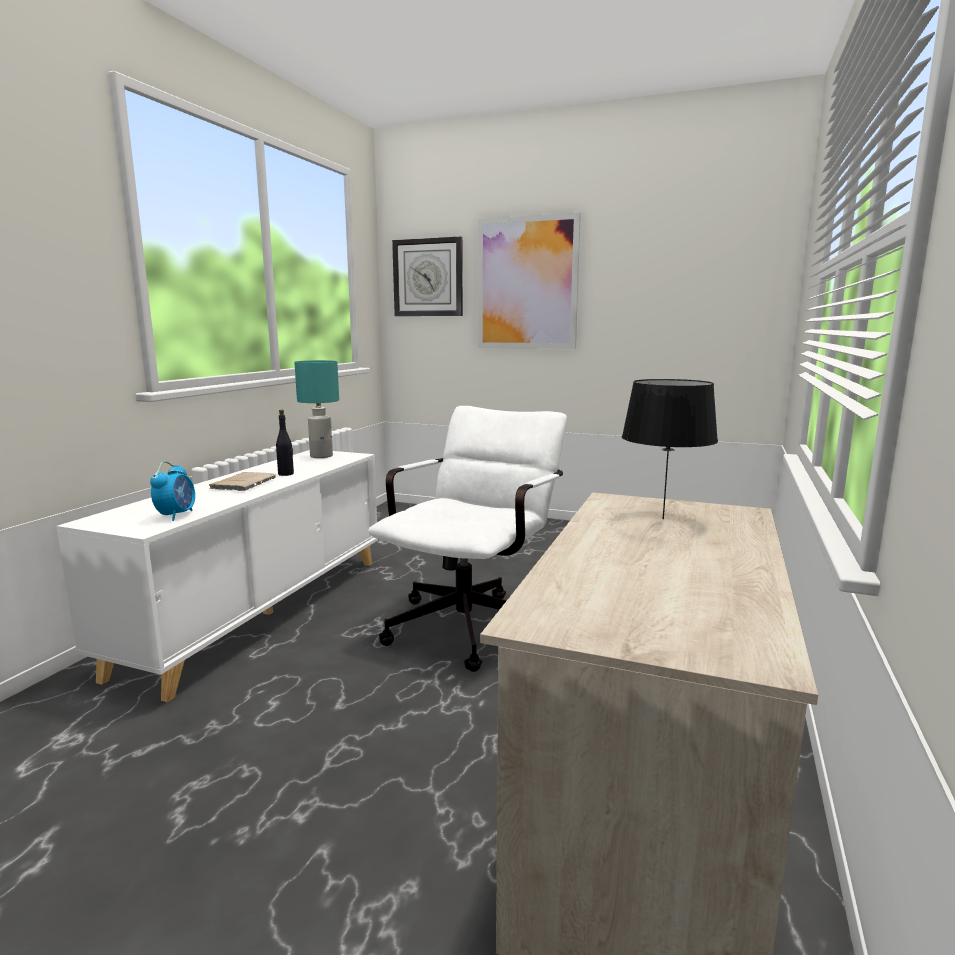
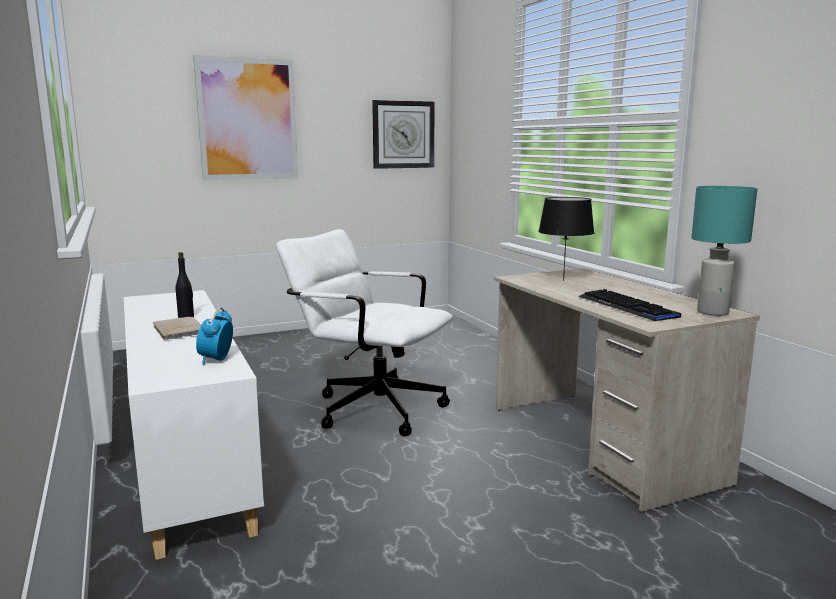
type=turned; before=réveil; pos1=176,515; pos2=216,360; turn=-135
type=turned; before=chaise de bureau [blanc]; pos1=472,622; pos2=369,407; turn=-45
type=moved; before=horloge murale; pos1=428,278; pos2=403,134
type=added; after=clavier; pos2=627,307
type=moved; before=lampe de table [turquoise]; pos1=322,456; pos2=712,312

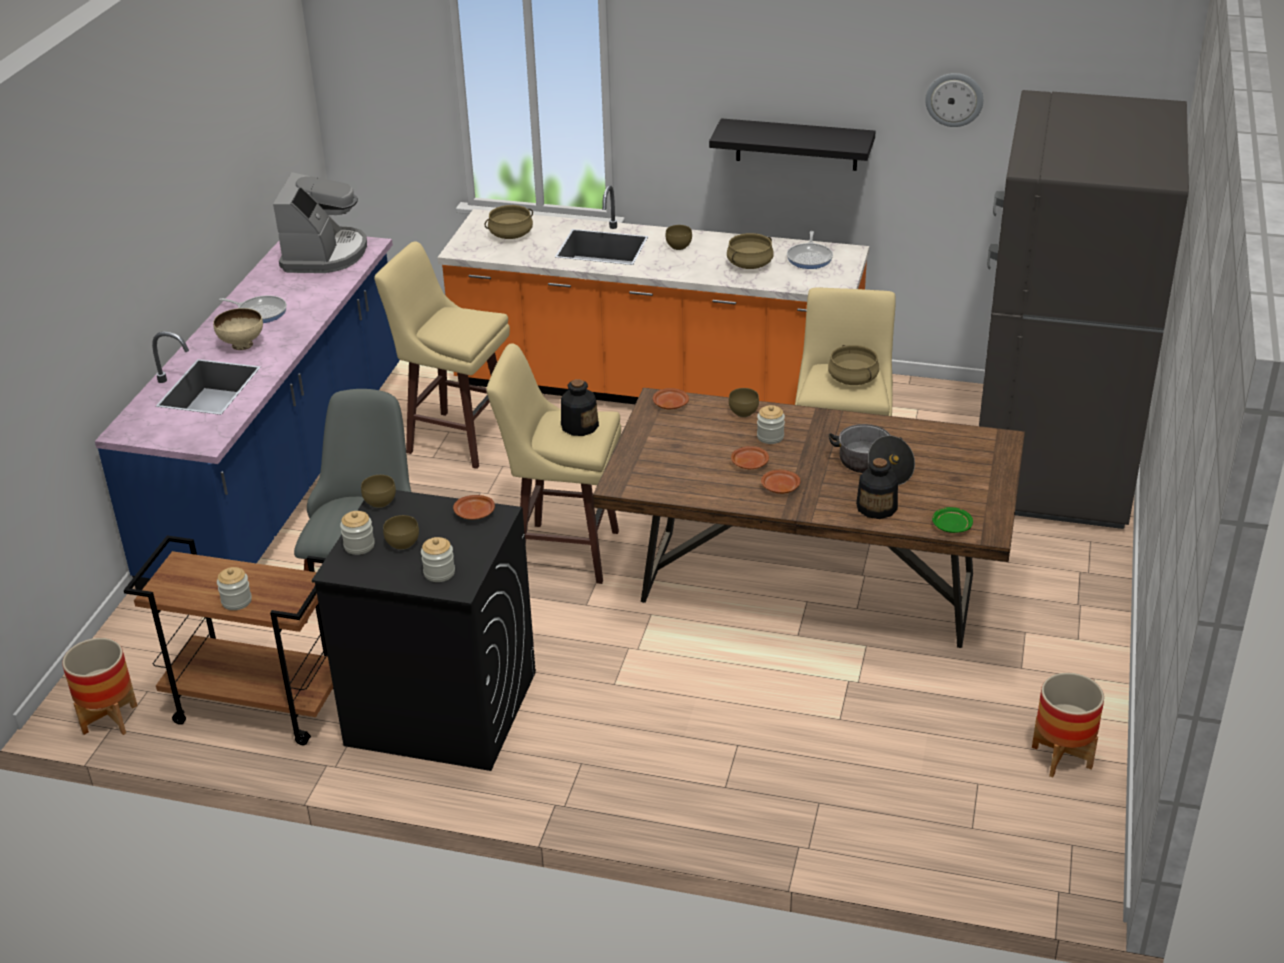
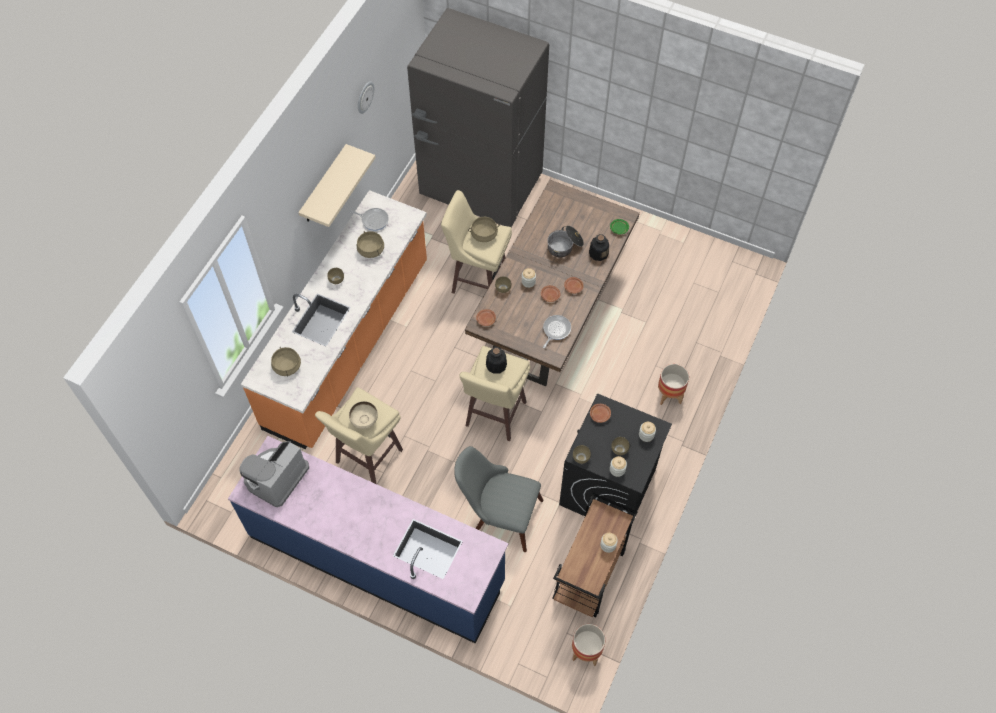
type=turned; before=machine à café; pos1=324,254; pos2=275,477; turn=-75
type=recoloured; before=étagère [noir]; after=étagère [beige]; pos1=796,144; pos2=324,185
type=moved; before=bol [beige]; pos1=241,345; pos2=364,421
type=moved; before=poêle; pos1=260,312; pos2=555,330
type=moved; before=cache-pot; pos1=1061,757; pos2=669,395

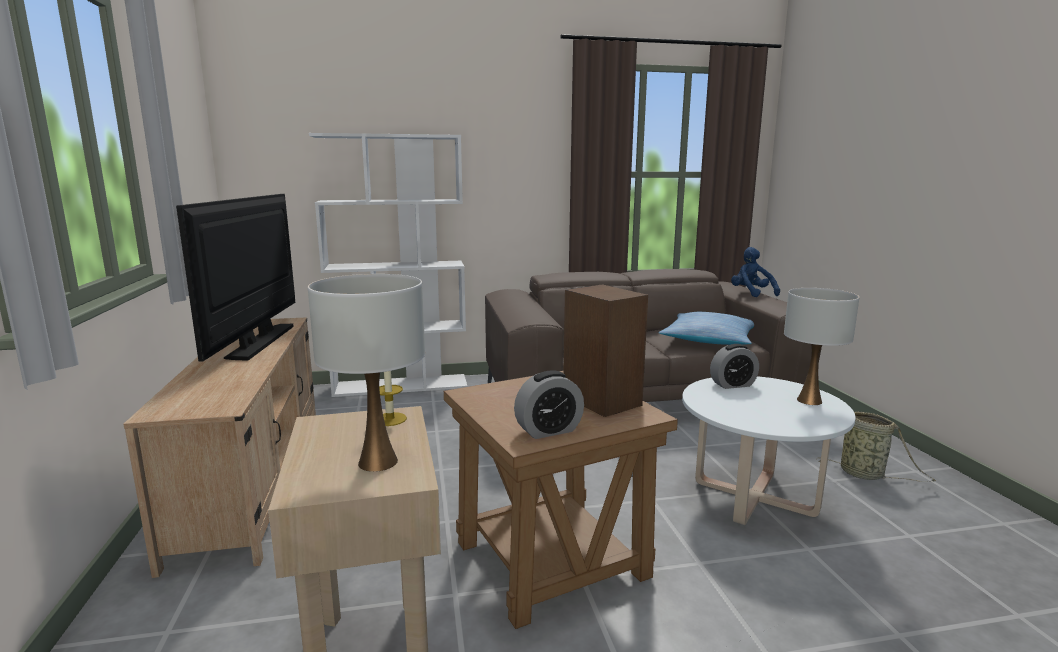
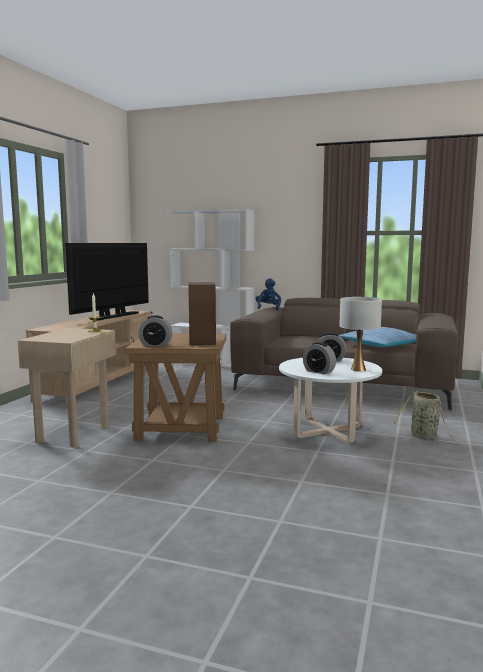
type=moved; before=peluche [bleu]; pos1=751,293; pos2=268,308
type=added; after=réveil; pos2=319,371
type=removed; before=lampe de table [blanc]; pos1=377,462

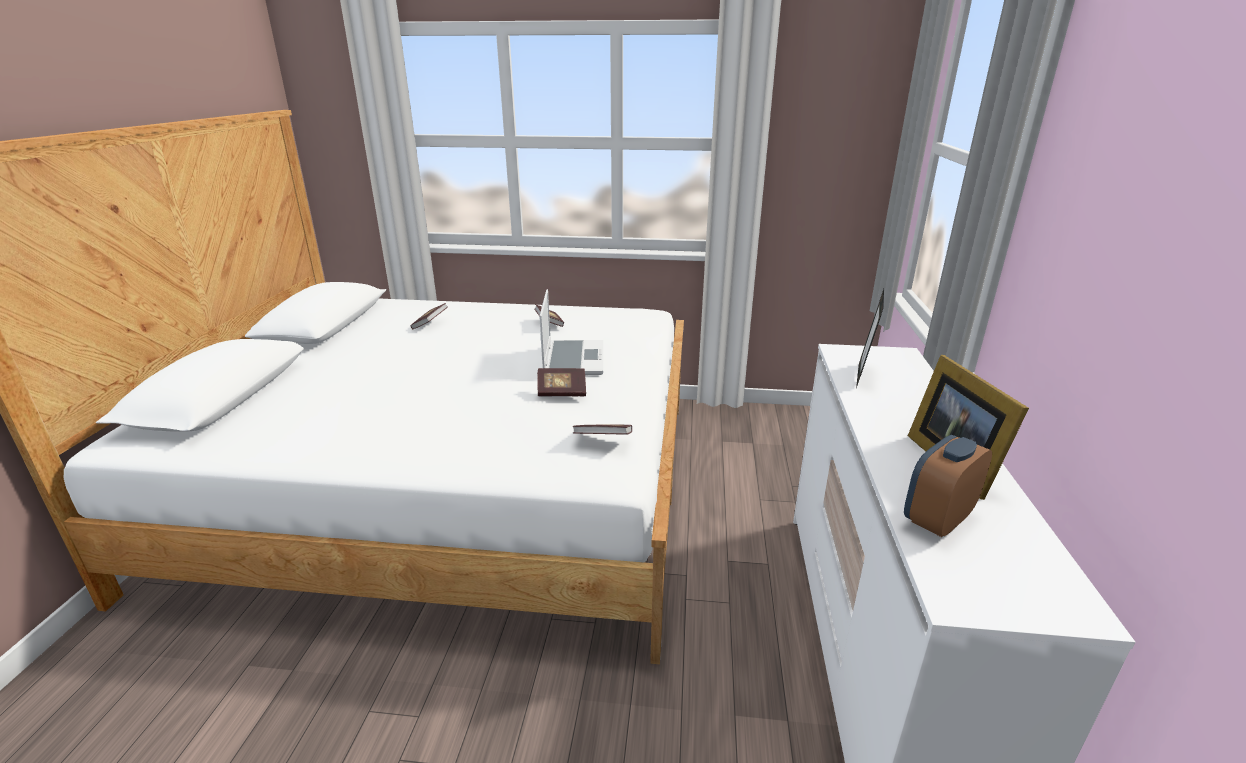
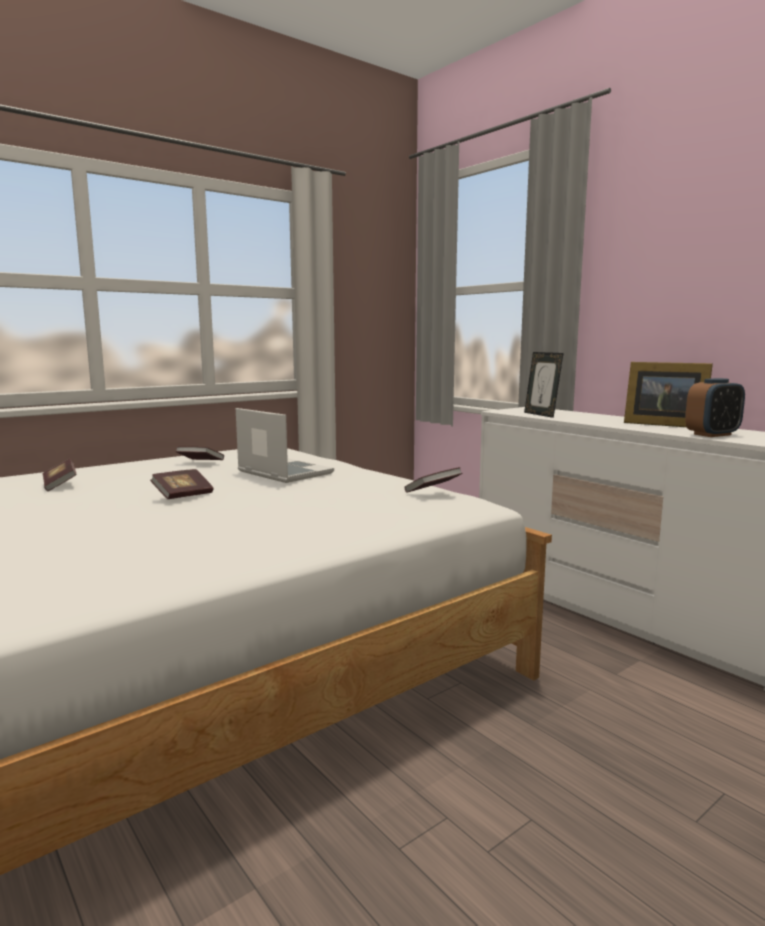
type=moved; before=livre; pos1=562,392; pos2=183,495
type=turned; before=réveil; pos1=937,519; pos2=712,434; turn=-120

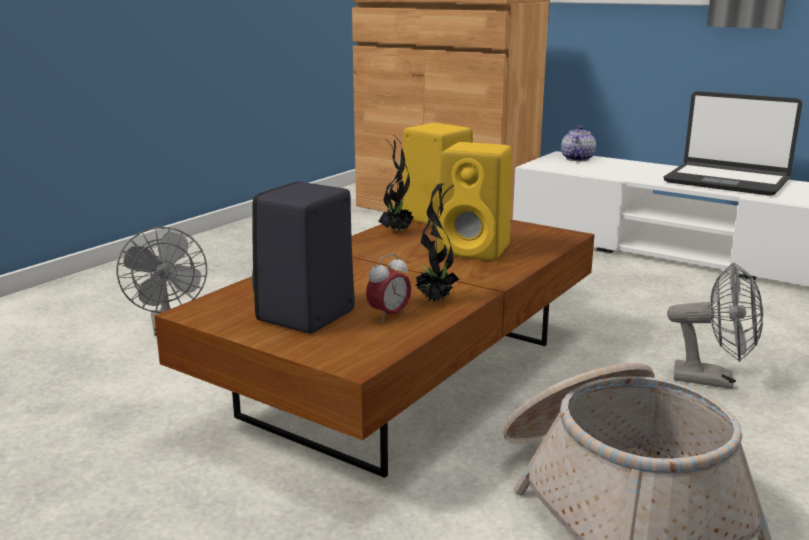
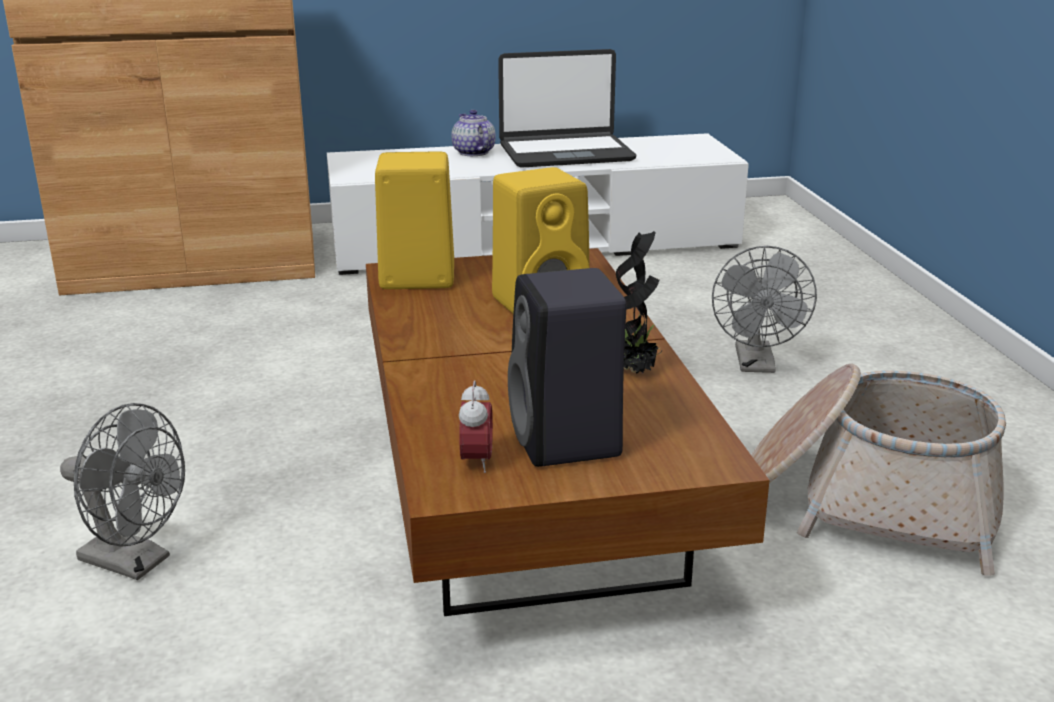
type=moved; before=théière; pos1=577,159; pos2=473,152
type=moved; before=réveil; pos1=389,316; pos2=476,462
type=turned; before=ventilateur [gris]; pos1=713,380; pos2=756,365; turn=120
type=removed; before=plante en pot; pos1=397,231

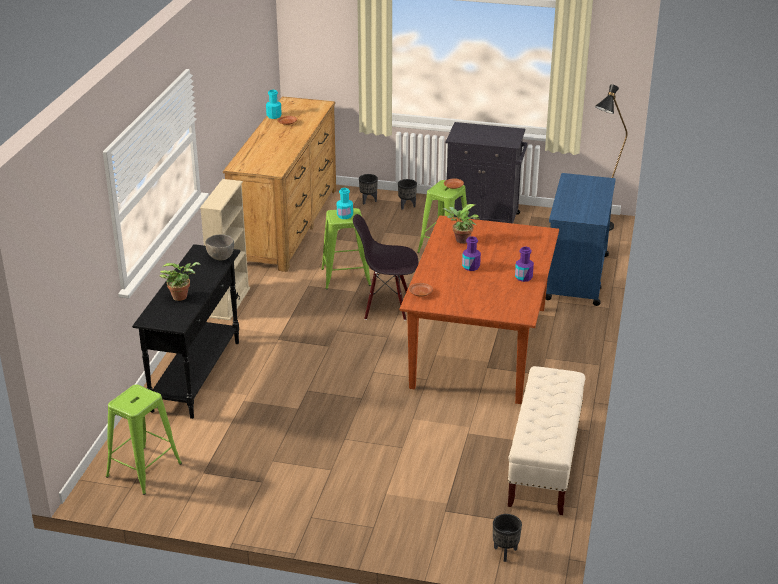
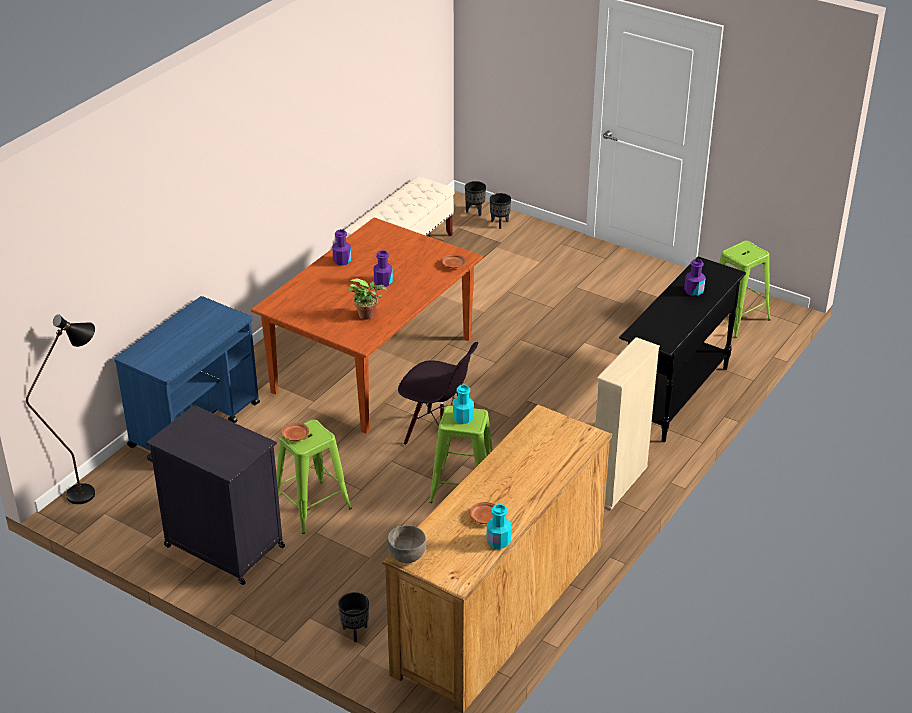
type=moved; before=bol [gris]; pos1=220,257; pos2=407,557
type=moved; before=cache-pot [noir]; pos1=406,206; pos2=500,223
type=replaced; before=plante en pot; after=bouteille [violet]; pos1=182,296; pos2=693,291

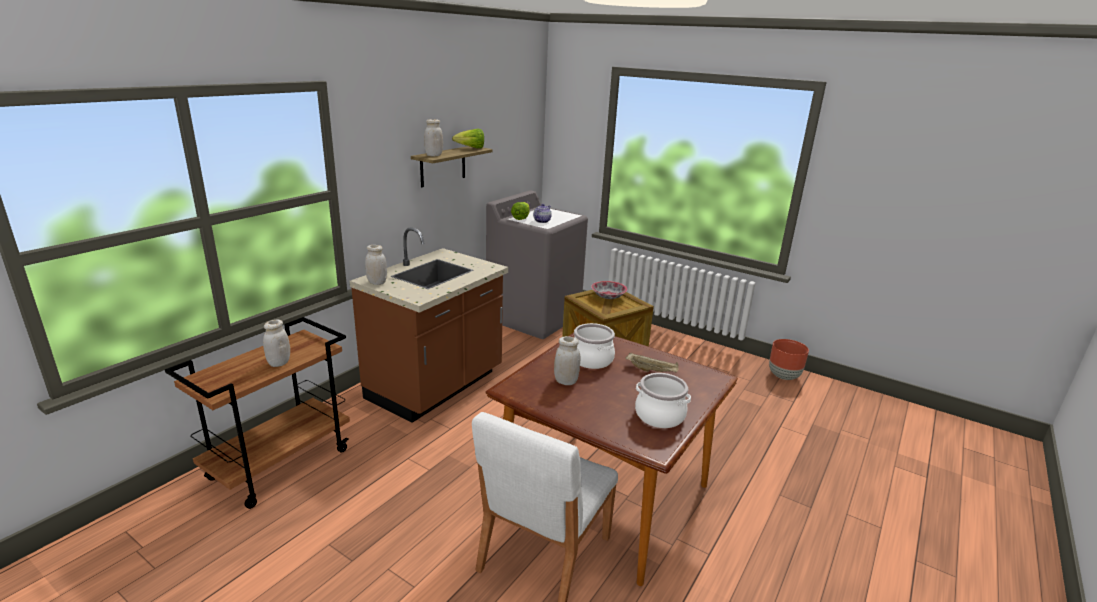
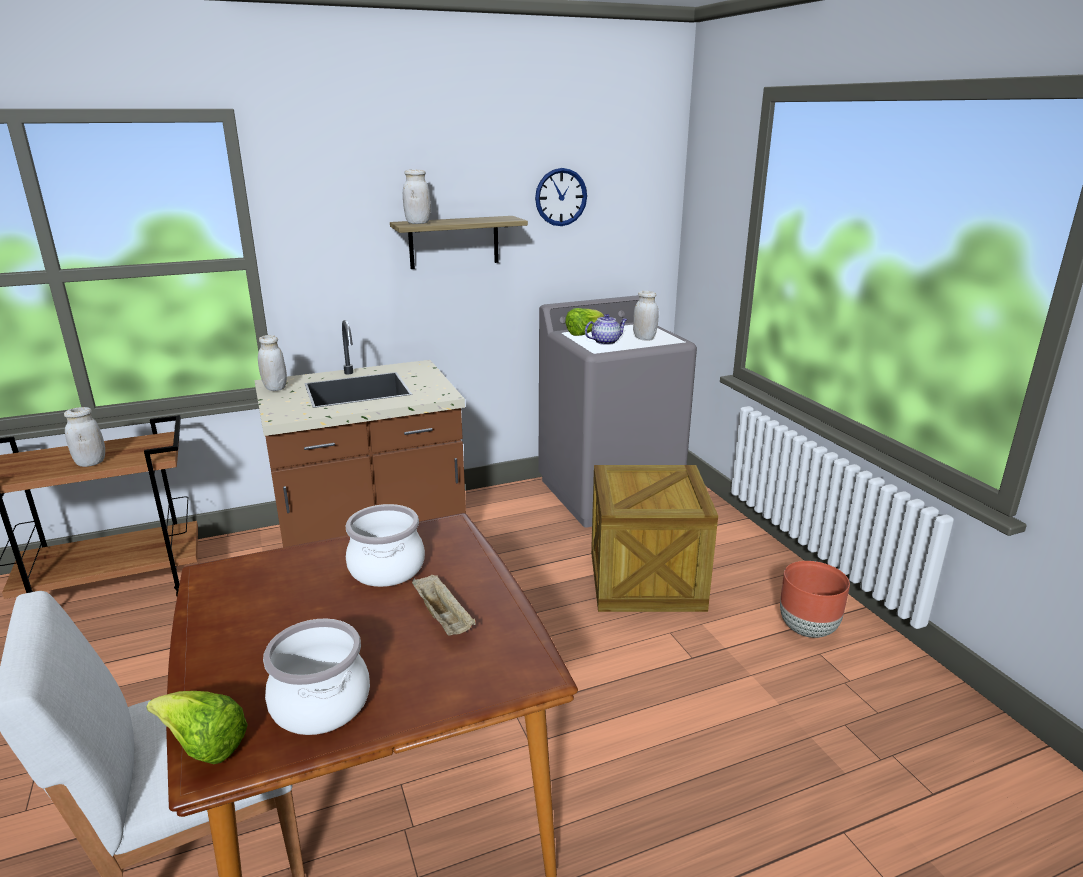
type=moved; before=laitue; pos1=471,148; pos2=203,746
type=added; after=horloge murale; pos2=561,197
type=moved; before=bocal [blanc]; pos1=566,381; pos2=644,338
type=moved; before=cache-pot [marron]; pos1=784,376; pos2=807,629
type=removed; before=bol; pos1=608,296

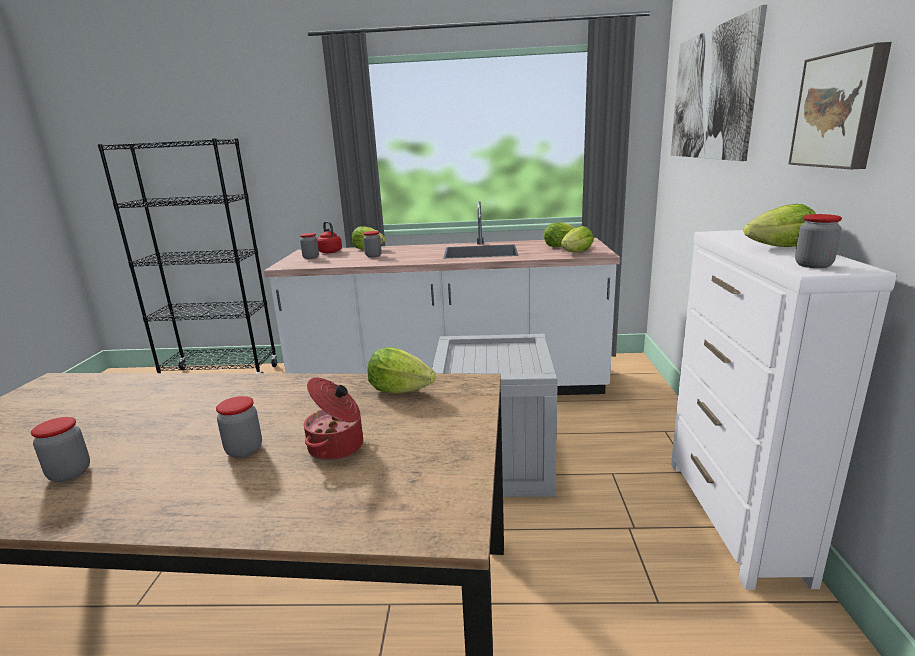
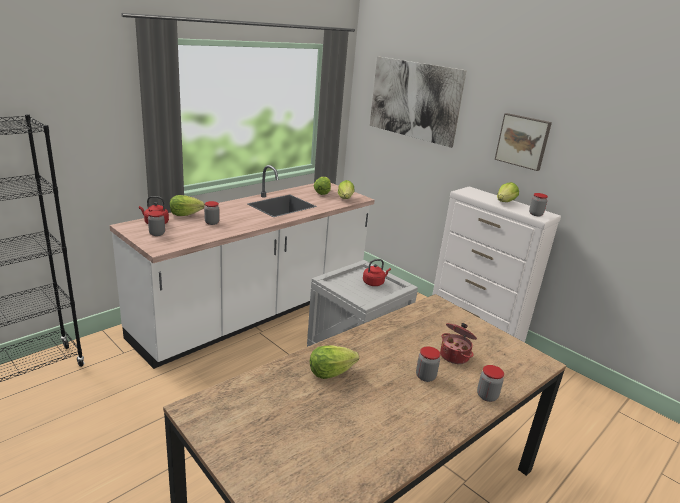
type=moved; before=laitue; pos1=400,390; pos2=330,372
type=added; after=bouilloire [rouge]; pos2=374,283
type=moved; before=bocal; pos1=70,473; pos2=487,396

